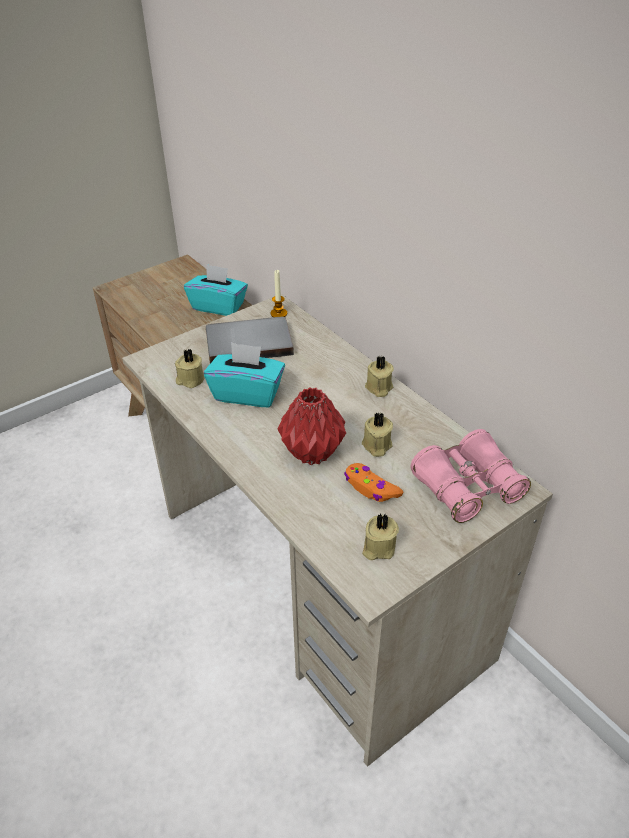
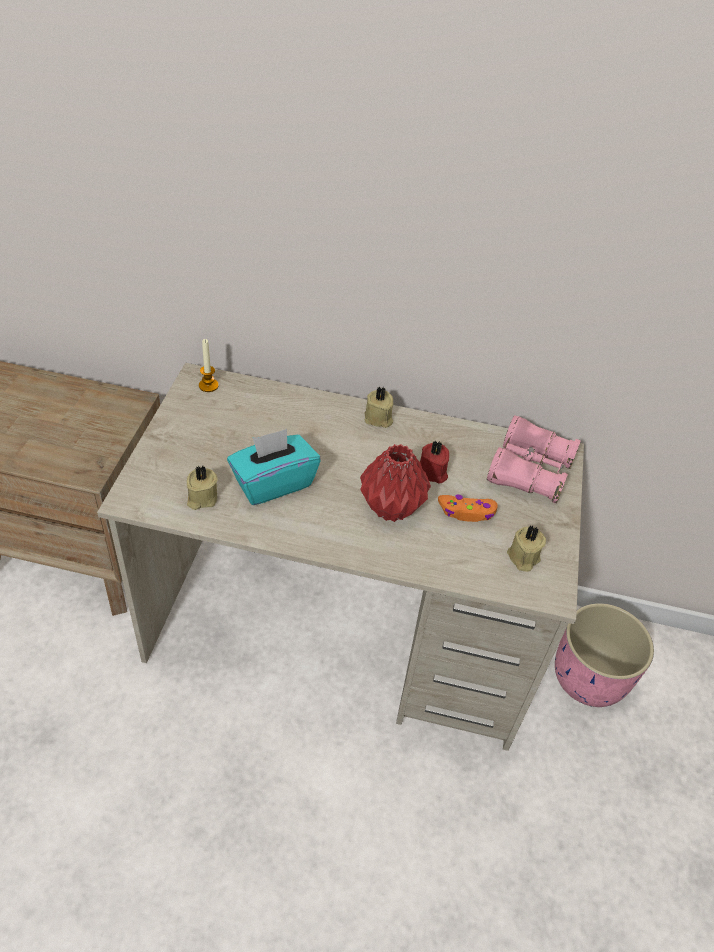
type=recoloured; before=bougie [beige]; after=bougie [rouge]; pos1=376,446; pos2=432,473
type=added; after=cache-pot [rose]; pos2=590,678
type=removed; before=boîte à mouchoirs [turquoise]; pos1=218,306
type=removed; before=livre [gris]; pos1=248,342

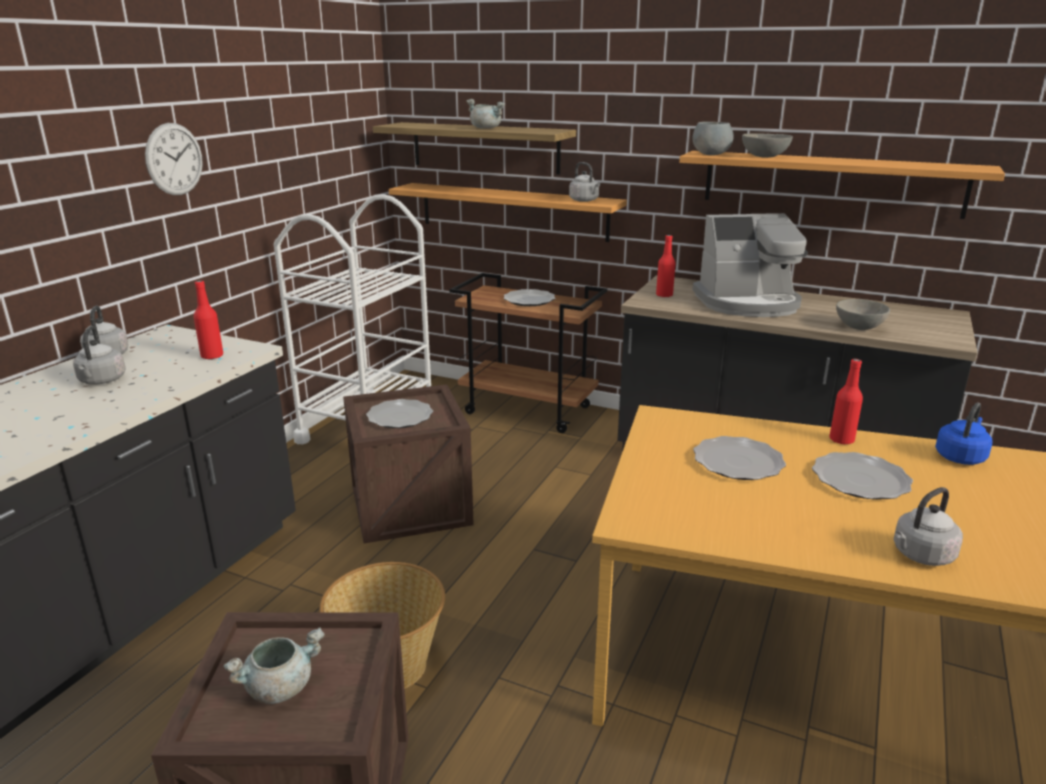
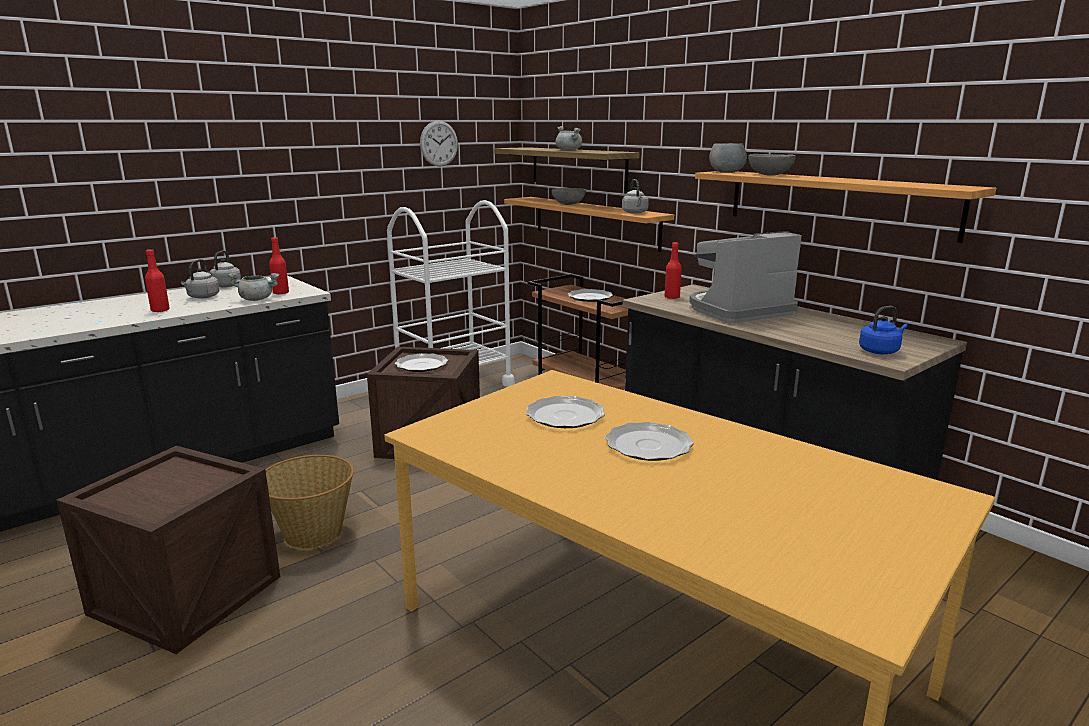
type=moved; before=bouteille [rouge]; pos1=841,440; pos2=160,310
type=moved; before=marmite [gris]; pos1=280,687; pos2=257,299
type=moved; before=horloge murale; pos1=174,159; pos2=439,143
type=moved; before=bol [gris]; pos1=859,327; pos2=568,204
type=turned; before=machine à café; pos1=748,303; pos2=738,310; turn=135
type=moved; before=bouilloire [bleu]; pos1=960,457; pos2=880,351
type=removed; before=bouilloire [gris]; pos1=920,555

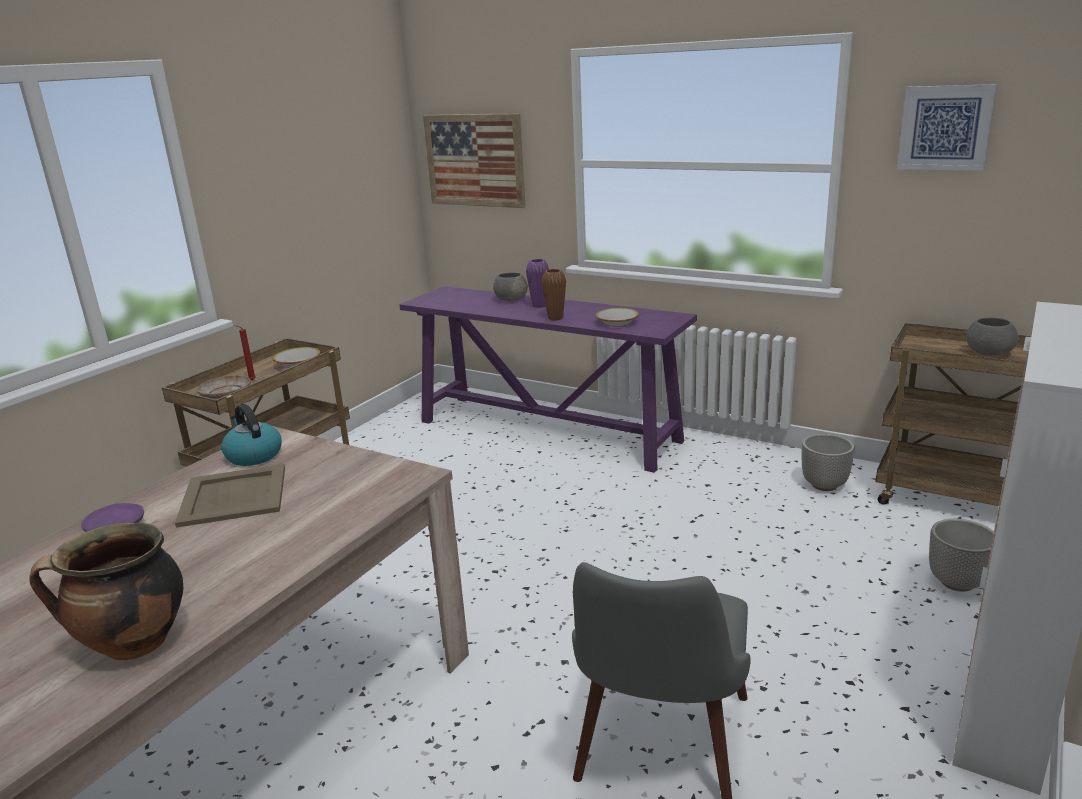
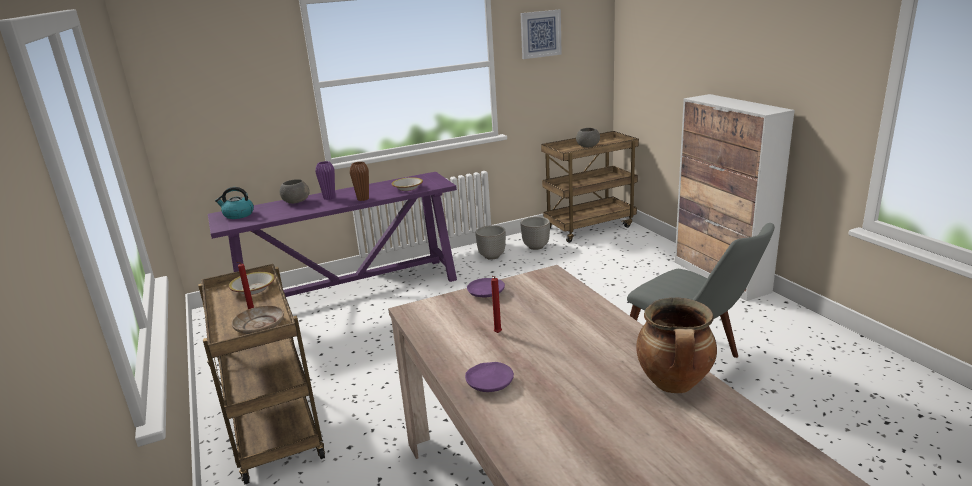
type=moved; before=bouilloire; pos1=253,455; pos2=238,215
type=added; after=assiette [violet]; pos2=485,293
type=moved; before=cache-pot; pos1=956,583; pos2=492,256
type=replaced; before=plateau [beige]; after=bougie [rouge]; pos1=233,495; pos2=497,333
type=removed; before=tableau; pos1=474,160

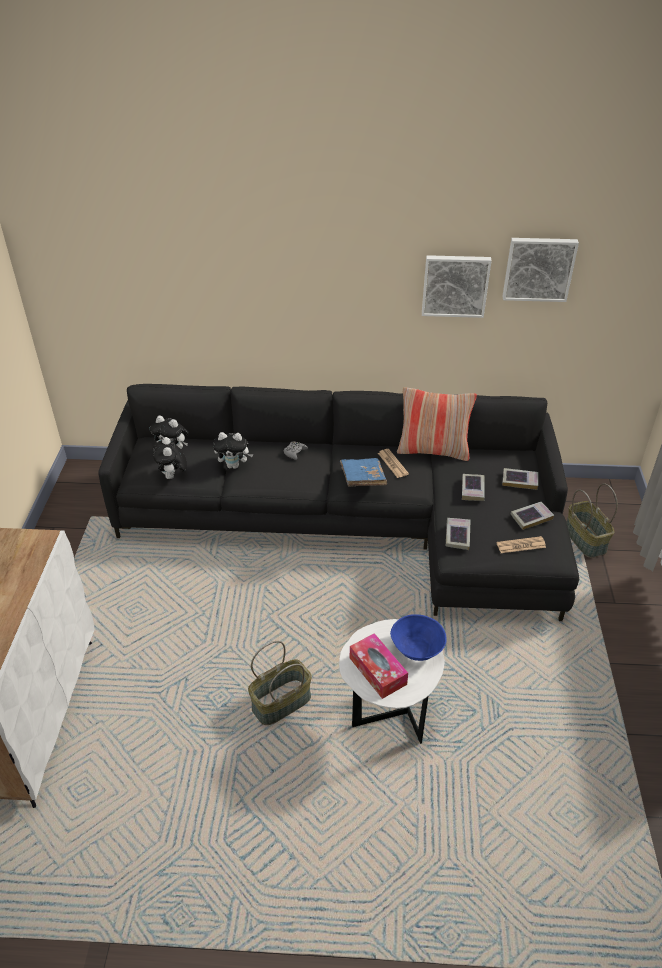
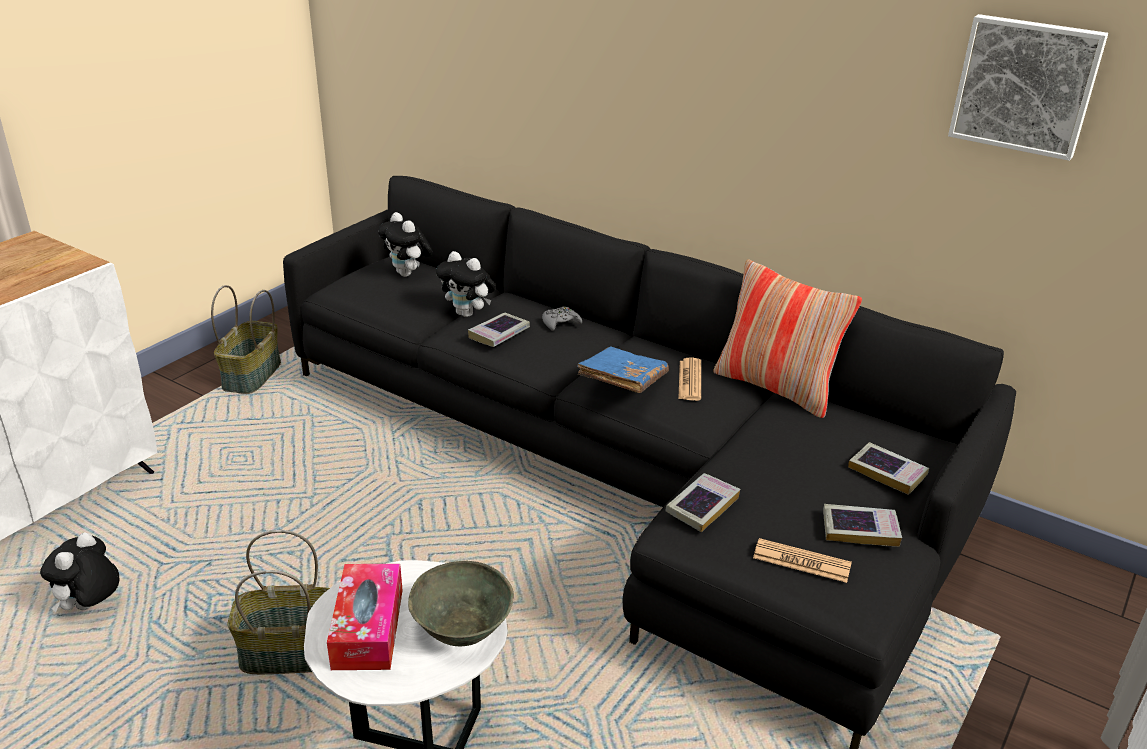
type=moved; before=peluche; pos1=172,476; pos2=91,607
type=moved; before=panier; pos1=586,539; pos2=253,376
type=recoloured; before=bol [bleu]; after=bol [gris]; pos1=416,649; pos2=460,627
type=moved; before=livre; pos1=472,489; pos2=499,334
type=removed; before=tableau; pos1=455,285

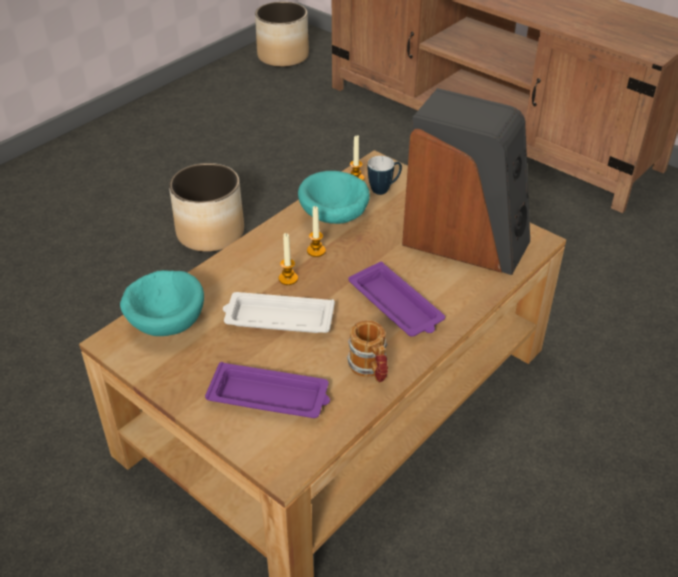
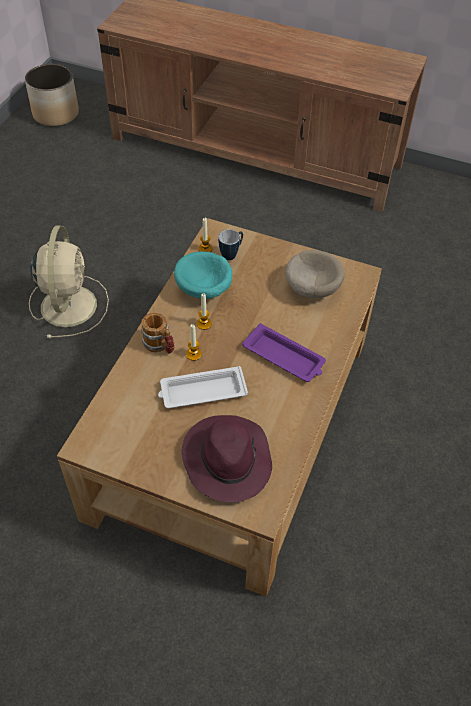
type=replaced; before=cache-pot; after=ventilateur [beige]; pos1=210,232; pos2=69,304
type=moved; before=mug; pos1=370,370; pos2=160,346
type=replaced; before=plateau [violet]; after=chapeau [violet]; pos1=270,397; pos2=226,459
type=replaced; before=enceinte; after=bol [beige]; pos1=465,241; pos2=311,287
type=removed; before=bol [turquoise]; pos1=167,321

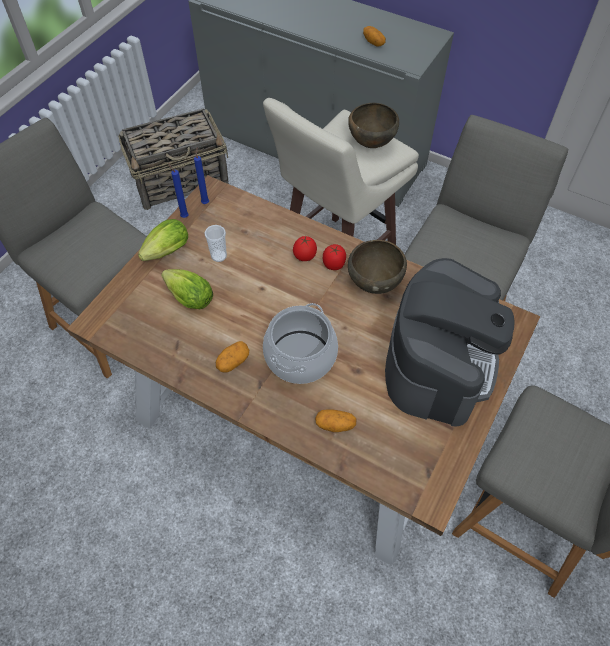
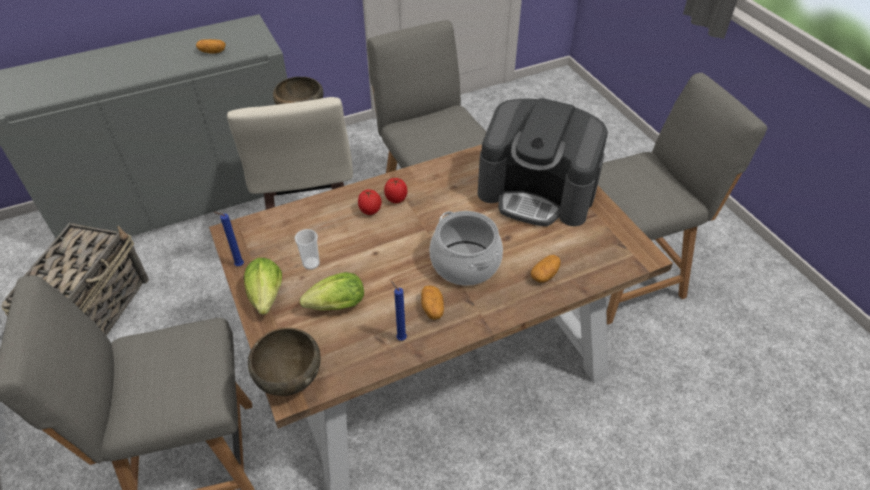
type=moved; before=bol [marron]; pos1=374,283; pos2=290,380
type=moved; before=bougie [bleu]; pos1=205,202; pos2=400,338
type=turned; before=machine à café; pos1=439,363; pos2=537,192; turn=150

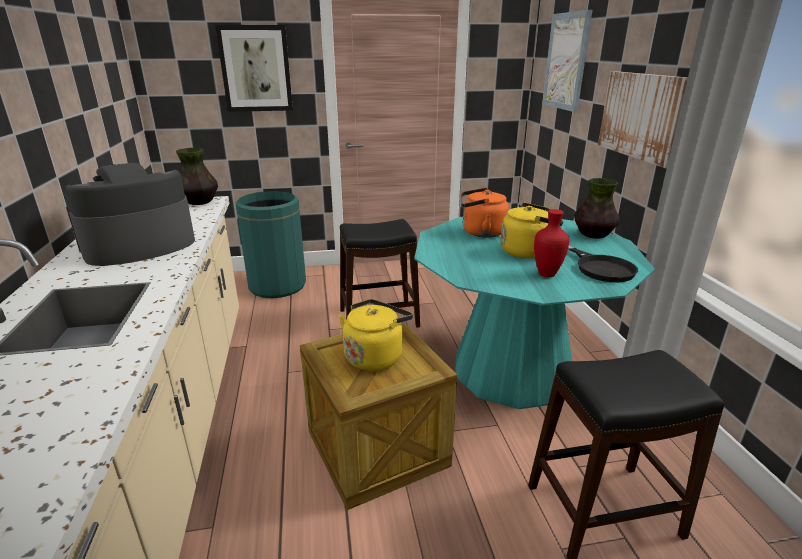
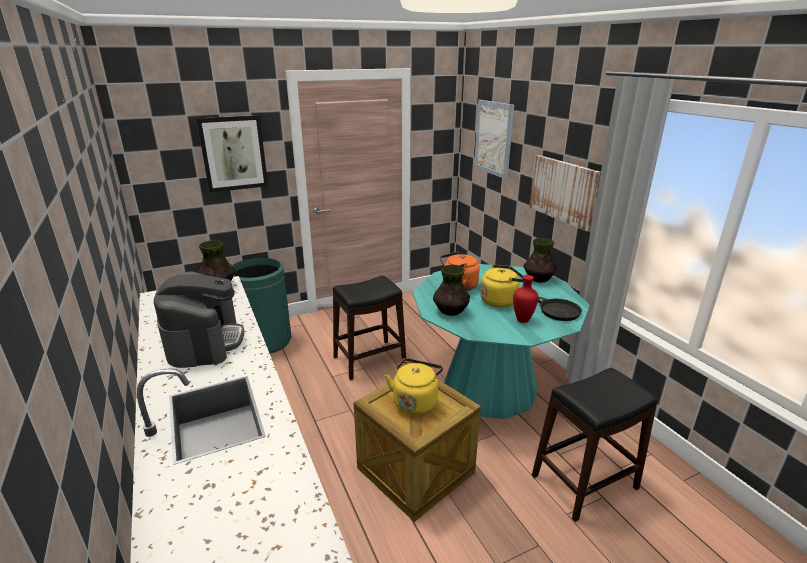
type=turned; before=machine à café; pos1=138,246; pos2=205,341; turn=135
type=added; after=vase; pos2=450,311

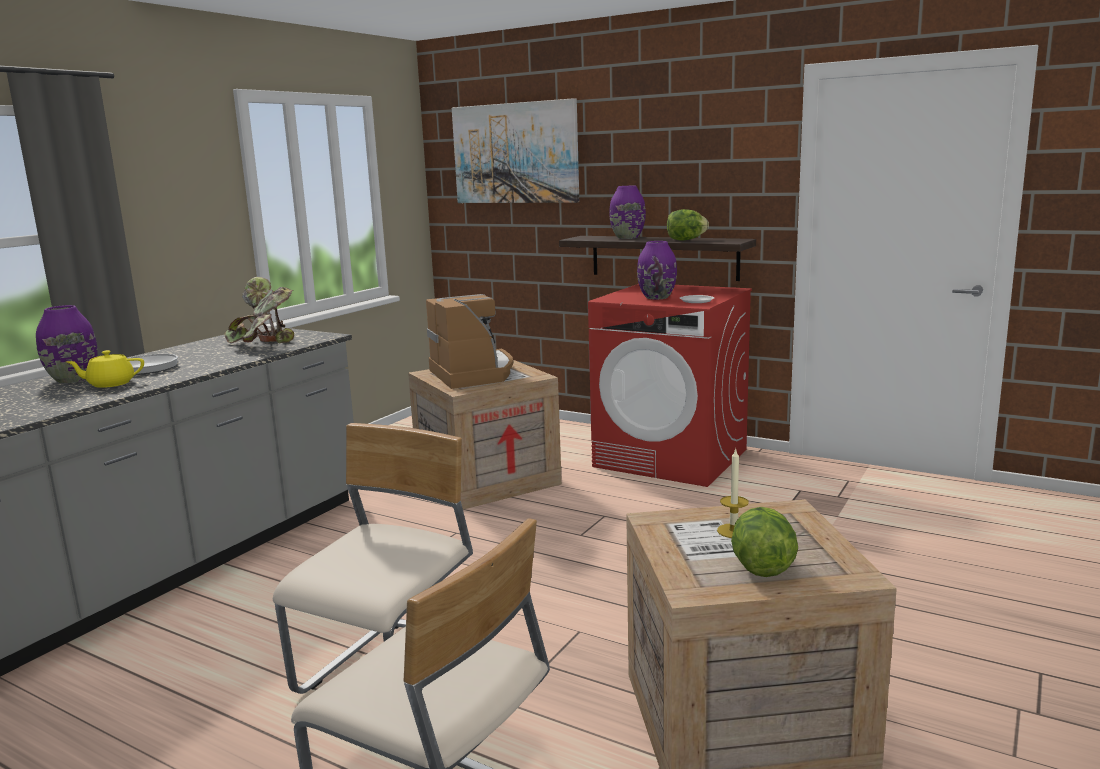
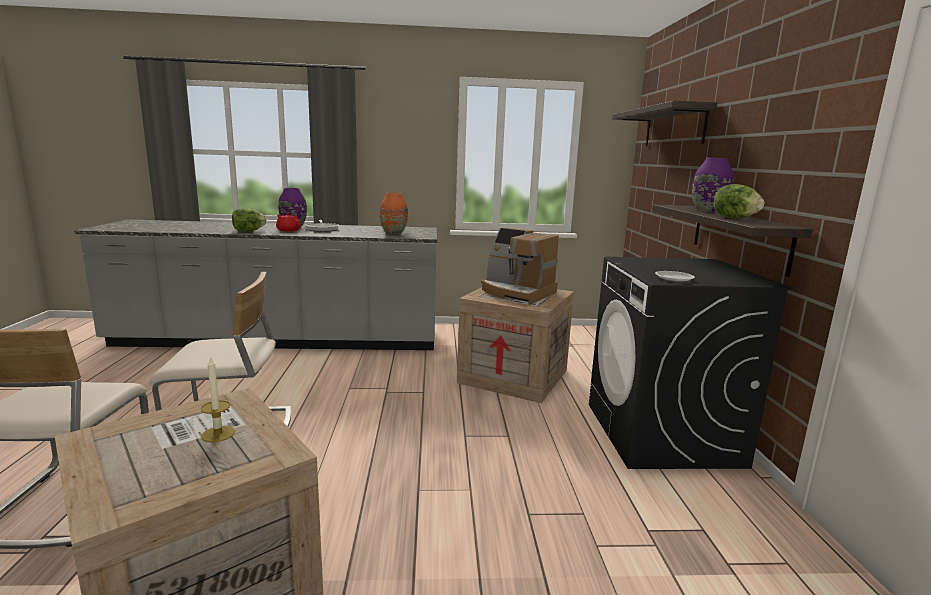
type=moved; before=laitue; pos1=761,567; pos2=248,231
type=recoloured; before=théière [jaune]; after=théière [rouge]; pos1=110,384; pos2=288,230
type=replaced; before=plante en pot; after=vase [orange]; pos1=263,343; pos2=393,233
type=turned; before=machine à café; pos1=474,374; pos2=517,292; turn=90
type=recoloured; before=lave-linge [rouge]; after=lave-linge [noir]; pos1=671,458; pos2=662,434
type=replaced; before=tableau; after=étagère; pos1=515,153; pos2=674,127
type=removed; before=vase [violet]; pos1=657,297

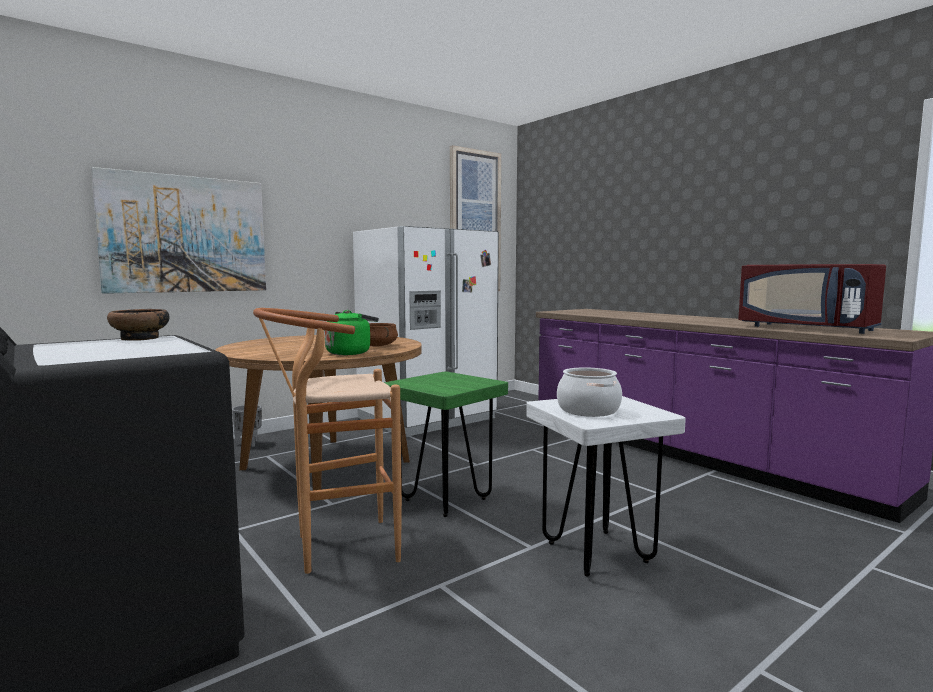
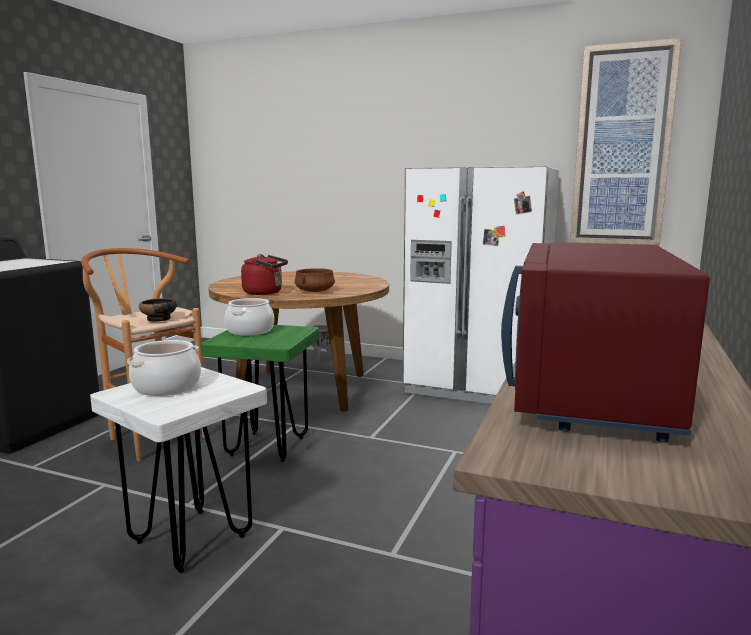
type=moved; before=bol; pos1=141,338; pos2=159,319
type=added; after=marmite; pos2=250,331
type=recoloured; before=bouilloire [vert]; after=bouilloire [rouge]; pos1=350,353; pos2=265,293
type=removed; before=tableau; pos1=186,234

